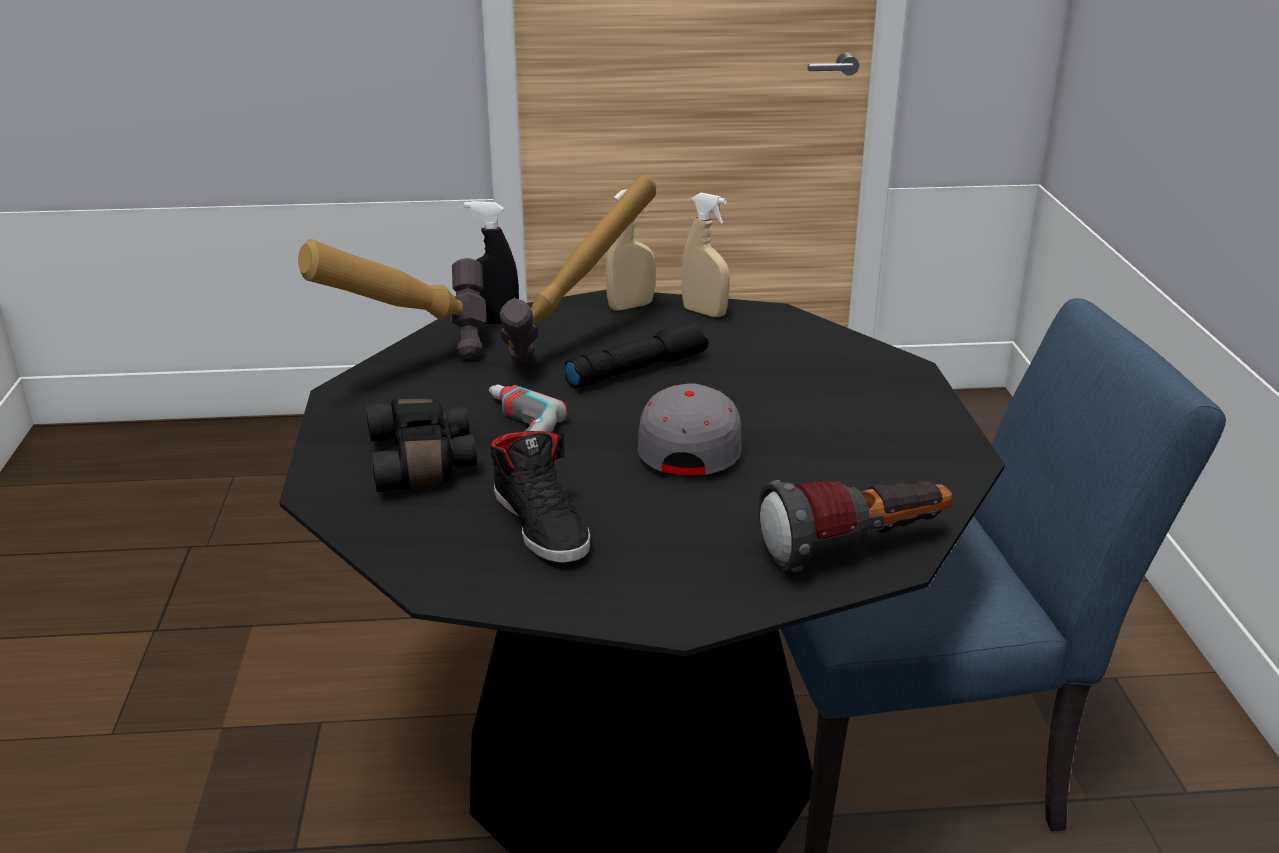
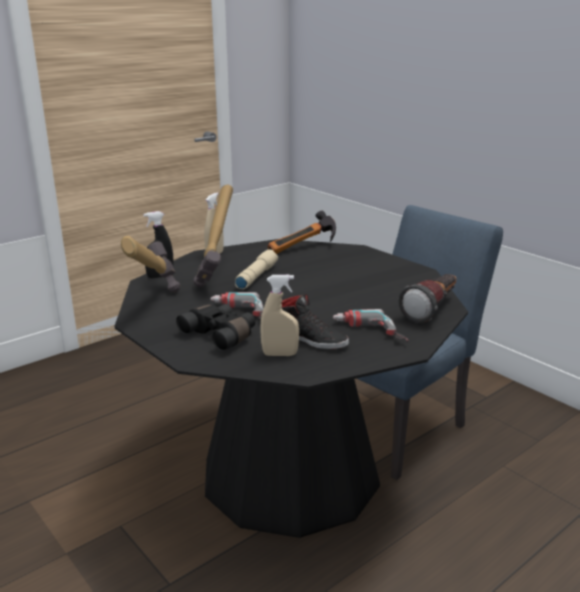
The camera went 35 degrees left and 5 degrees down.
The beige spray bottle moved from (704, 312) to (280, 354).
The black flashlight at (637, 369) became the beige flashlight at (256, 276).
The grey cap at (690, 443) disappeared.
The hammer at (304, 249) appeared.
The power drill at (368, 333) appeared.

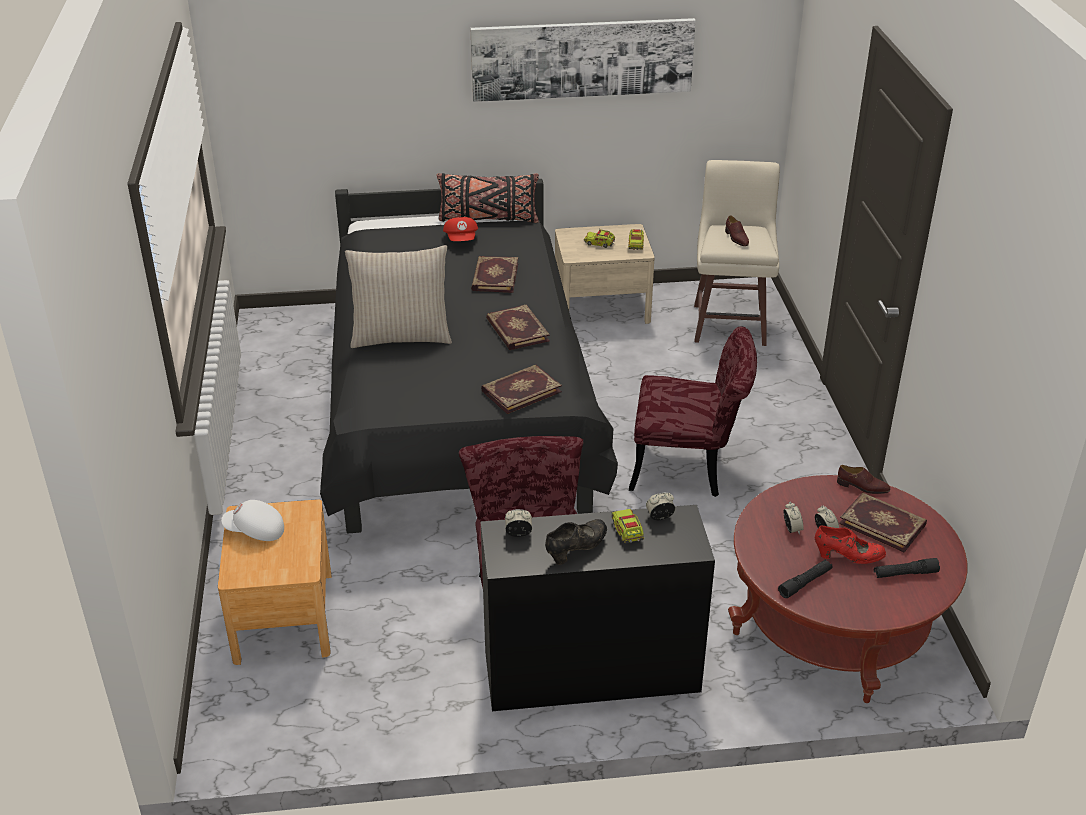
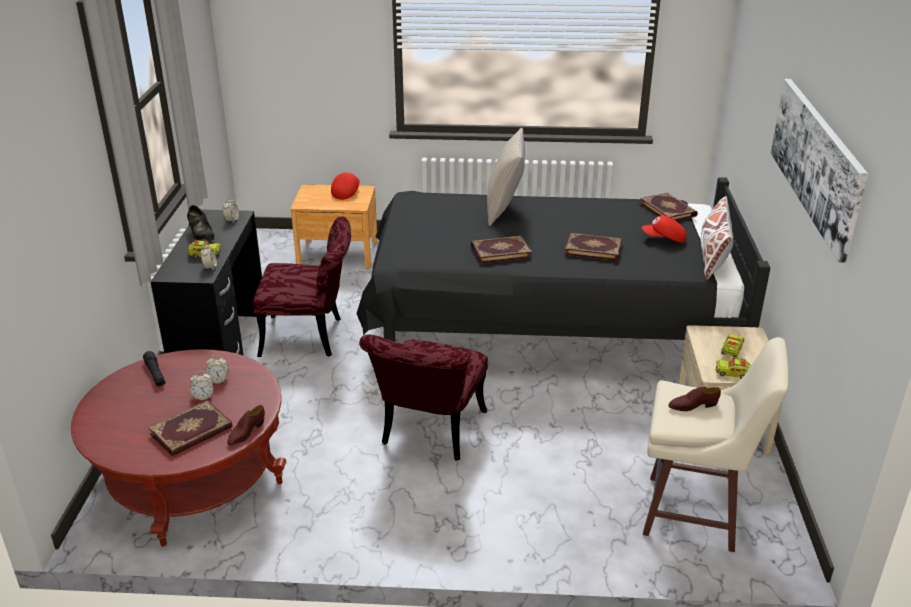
The camera went 100 degrees right and 5 degrees down.
The black pillow at (488, 218) became the white pillow at (712, 256).
The book moved from (520, 391) to (668, 209).
The white cap at (255, 531) became the red cap at (346, 192).
The red shoe at (848, 557) disappeared.
The black flashlight at (905, 574) disappeared.

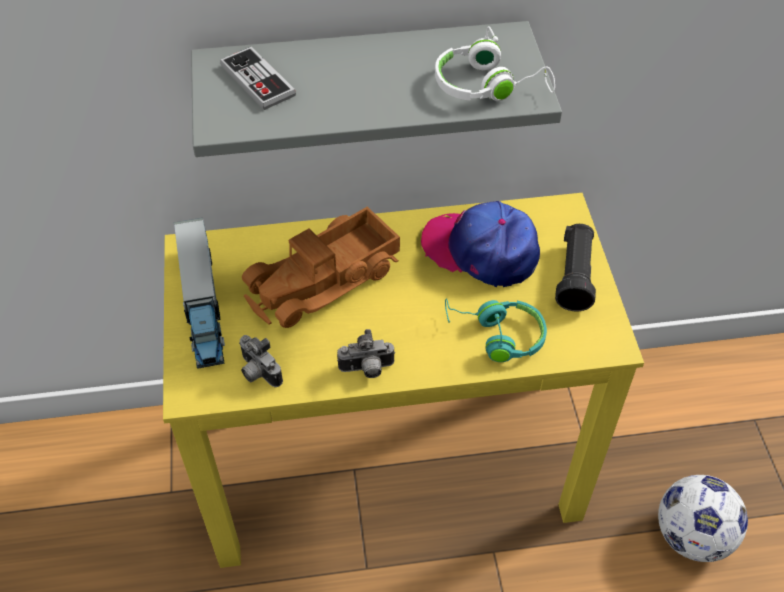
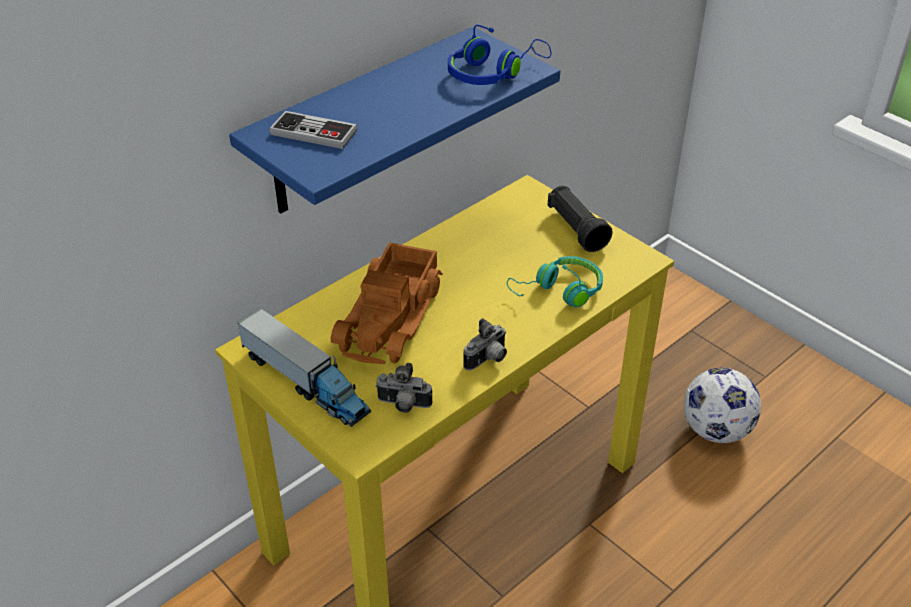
The camera went 35 degrees left and 10 degrees down.
The grey shelf at (363, 82) became the blue shelf at (363, 123).
The white headphones at (488, 85) became the blue headphones at (493, 73).
The cap at (481, 250) disappeared.

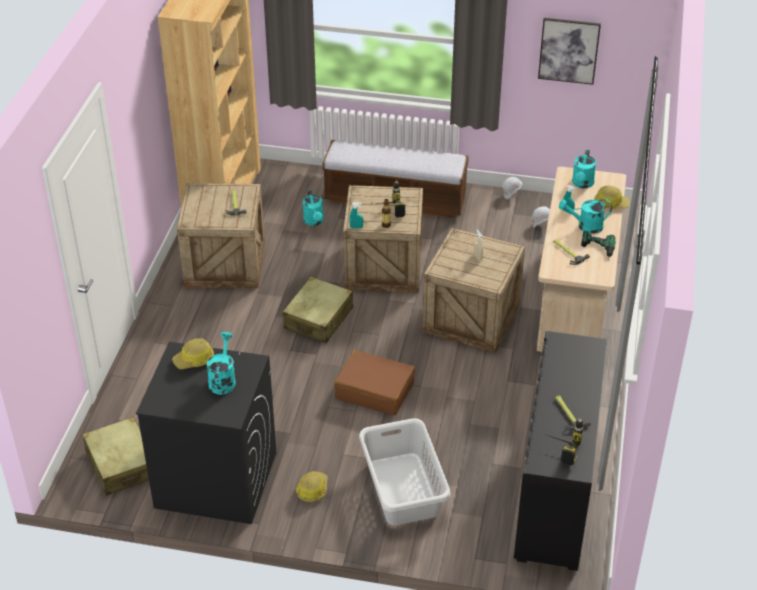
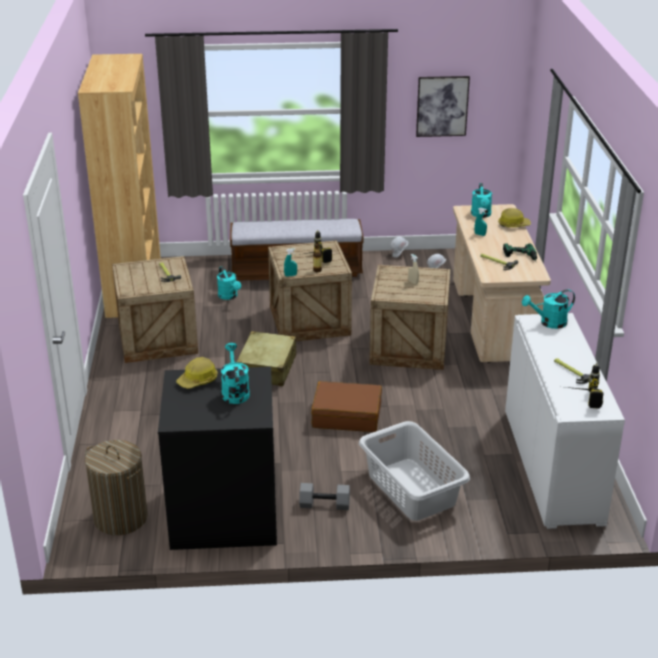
The camera went 15 degrees left and 10 degrees down.
The turquoise watering can moved from (585, 226) to (549, 323).
The black cabinet at (555, 490) became the white cabinet at (552, 465).
The beige suitcase at (121, 464) was replaced by the laundry basket at (120, 518).
The hard hat at (312, 489) was replaced by the grey dumbbell at (324, 505).

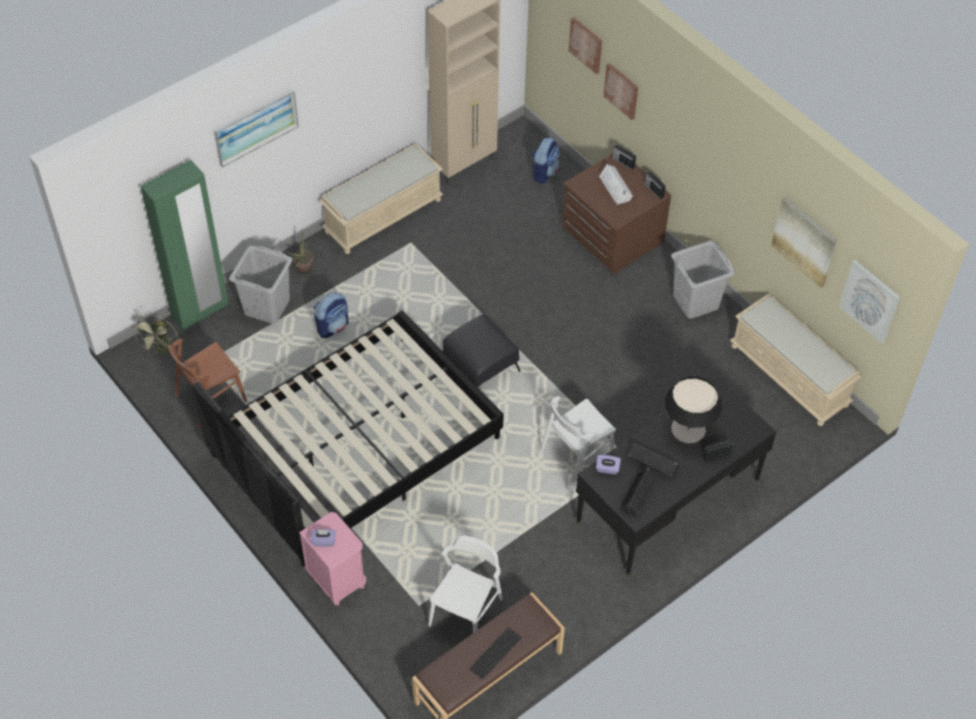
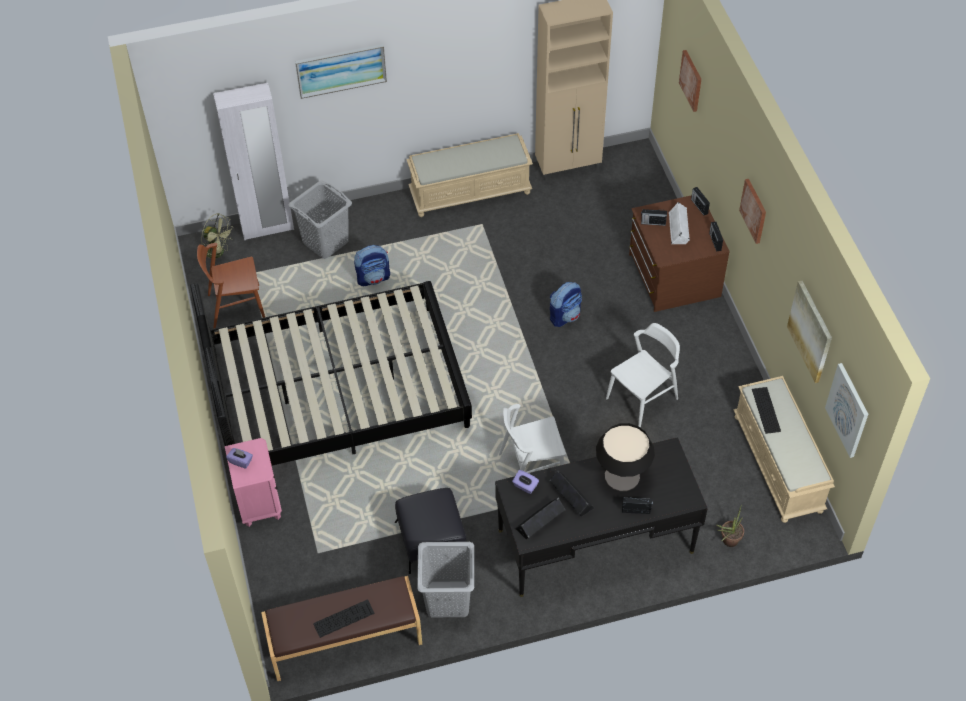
The camera went 25 degrees right and 0 degrees up.
The picture moved from (621, 91) to (754, 210).
The backpack moved from (544, 172) to (565, 315).
The green wardrobe at (200, 311) became the white wardrobe at (267, 228).
The potted plant moved from (302, 271) to (727, 542).
The grey laundry basket moved from (695, 301) to (447, 598).
The green fan at (163, 351) turned 105 degrees counterclockwise.
The black ottoman moved from (480, 367) to (432, 539).
The white chair moved from (466, 612) to (642, 398).
The radio at (652, 222) appeared.
The keyboard at (766, 410) appeared.

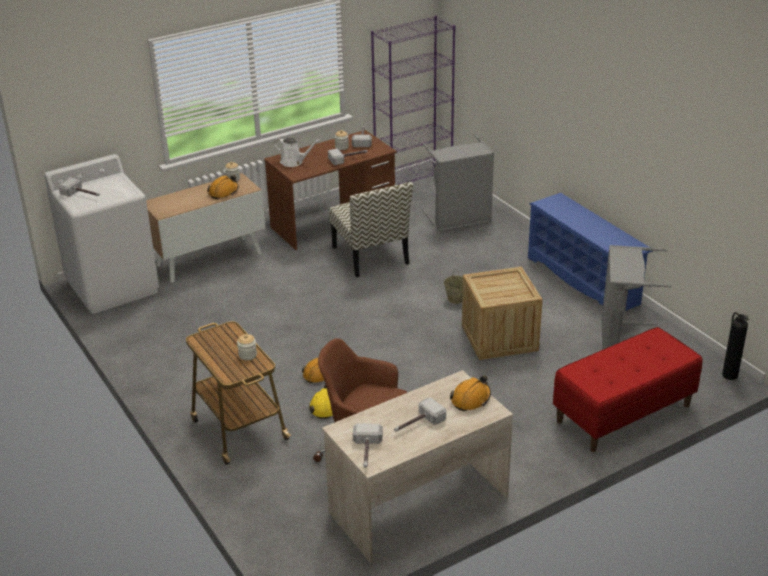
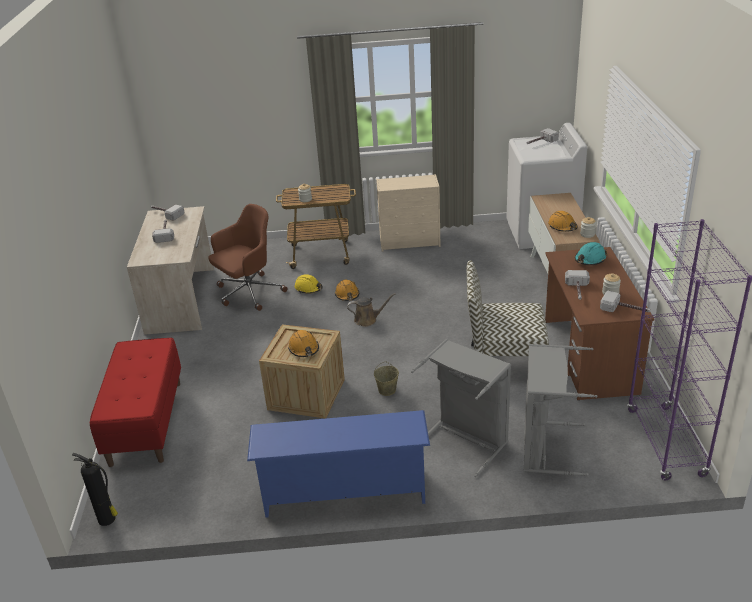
The camera went 120 degrees right and 0 degrees up.
The white watering can at (293, 162) was replaced by the turquoise hard hat at (590, 259).
The grey laundry basket moved from (620, 341) to (466, 440).
The orange hard hat moved from (471, 399) to (304, 349).
The beige dresser at (410, 242) appeared.
The brown watering can at (368, 320) appeared.

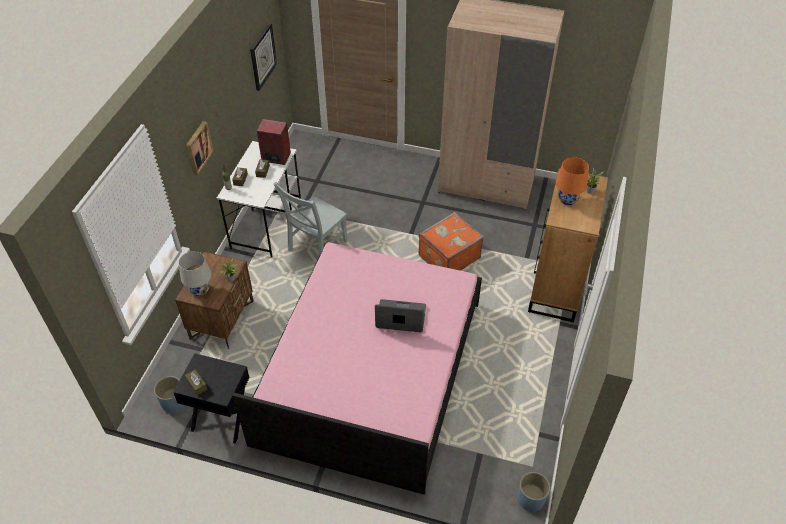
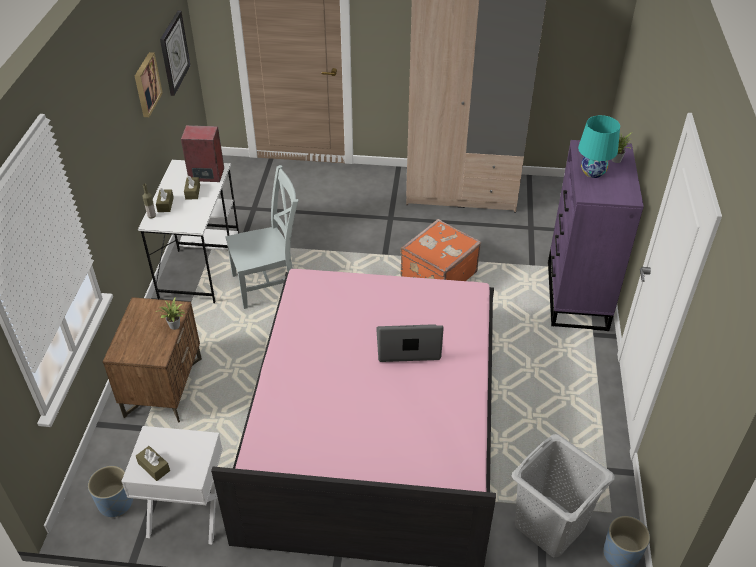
The camera went 10 degrees left and 5 degrees down.
The picture moved from (198, 147) to (146, 84).
The orange table lamp at (567, 199) became the turquoise table lamp at (593, 172).
The brown dresser at (555, 289) became the purple dresser at (576, 296).
The grey chair at (316, 247) turned 135 degrees counterclockwise.
The white table lamp at (200, 290) disappeared.
The black nightstand at (222, 418) became the white nightstand at (187, 514).
The grey laundry basket at (549, 526) appeared.

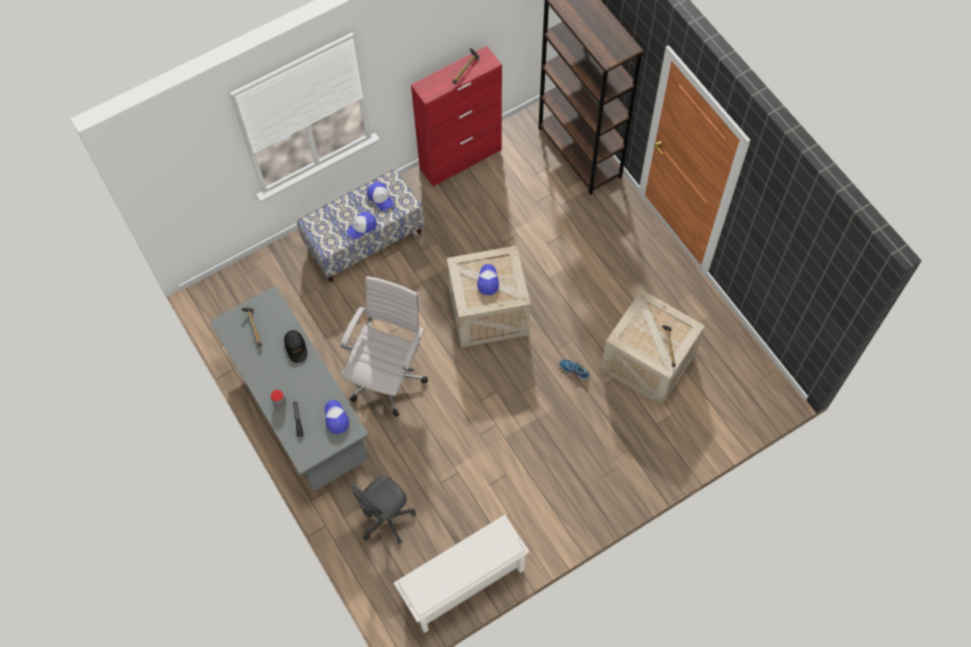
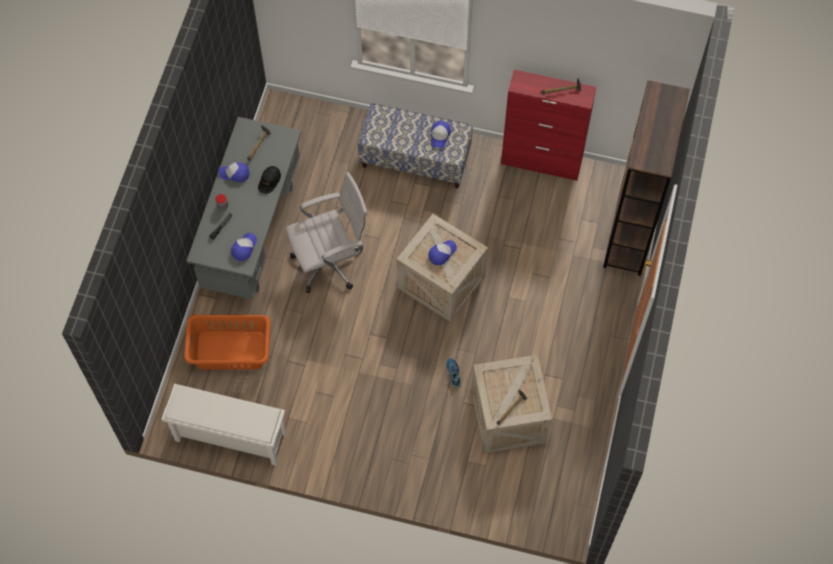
The camera went 45 degrees right and 0 degrees up.
The cap moved from (362, 227) to (234, 173).
The grey office chair at (386, 518) was replaced by the orange laundry basket at (230, 350).

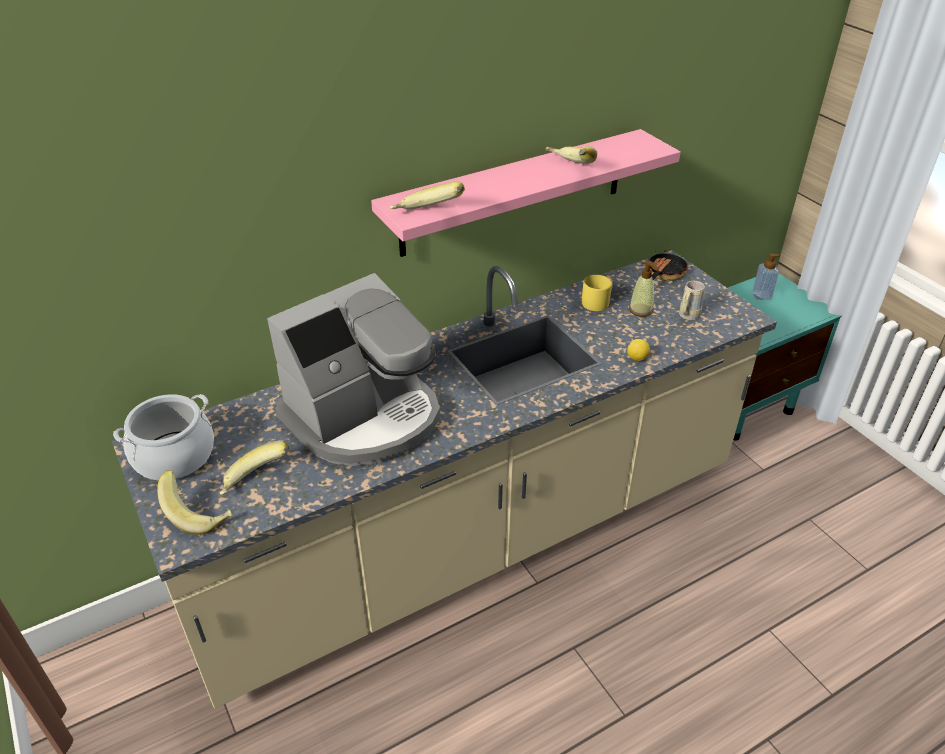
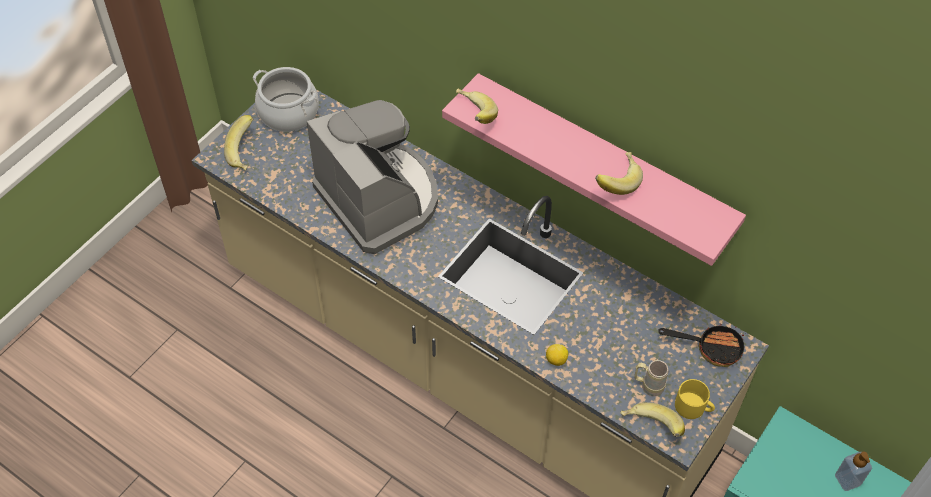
The camera went 65 degrees right and 15 degrees up.
The soap dispenser at (641, 310) disappeared.
The coffee machine at (364, 417) turned 150 degrees counterclockwise.
The yellow mug moved from (598, 301) to (693, 407).
The banana moved from (256, 482) to (650, 428).

